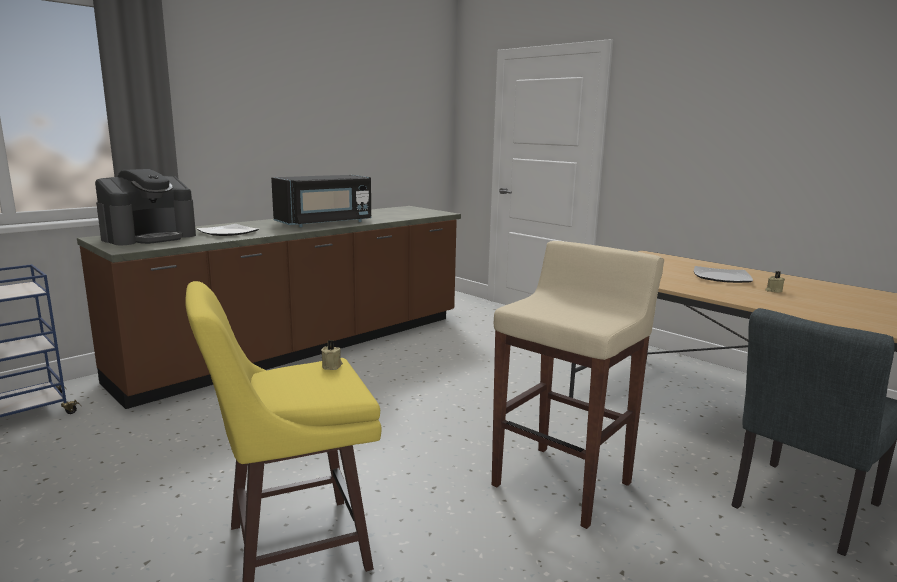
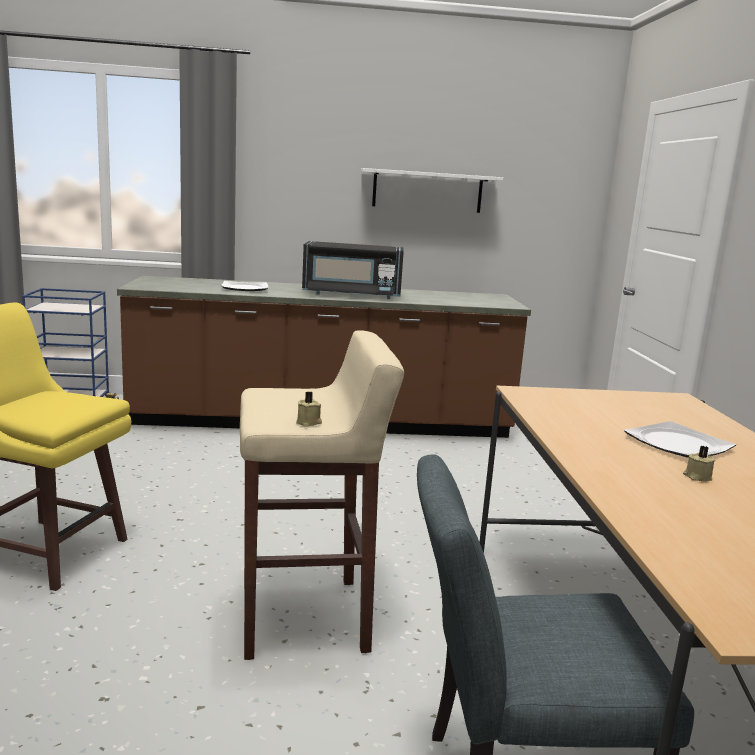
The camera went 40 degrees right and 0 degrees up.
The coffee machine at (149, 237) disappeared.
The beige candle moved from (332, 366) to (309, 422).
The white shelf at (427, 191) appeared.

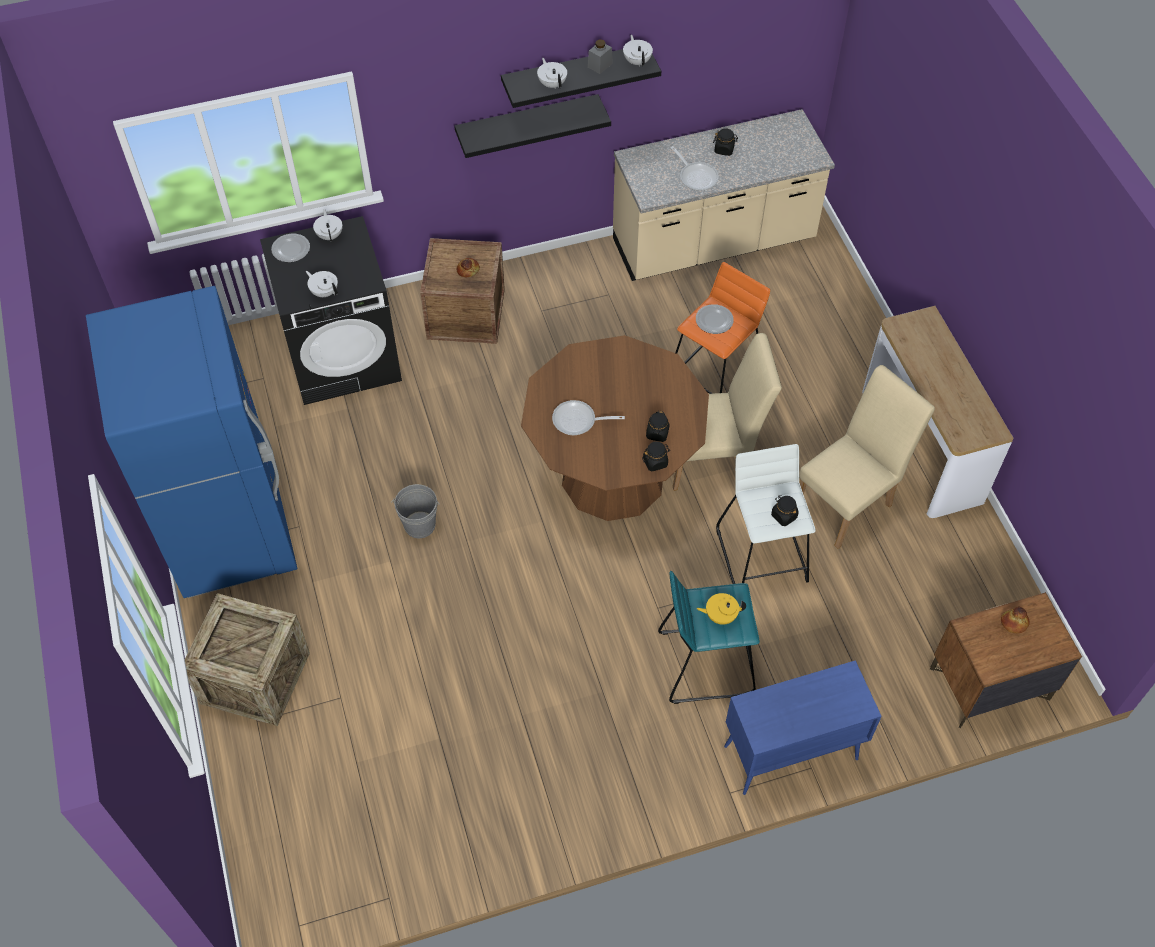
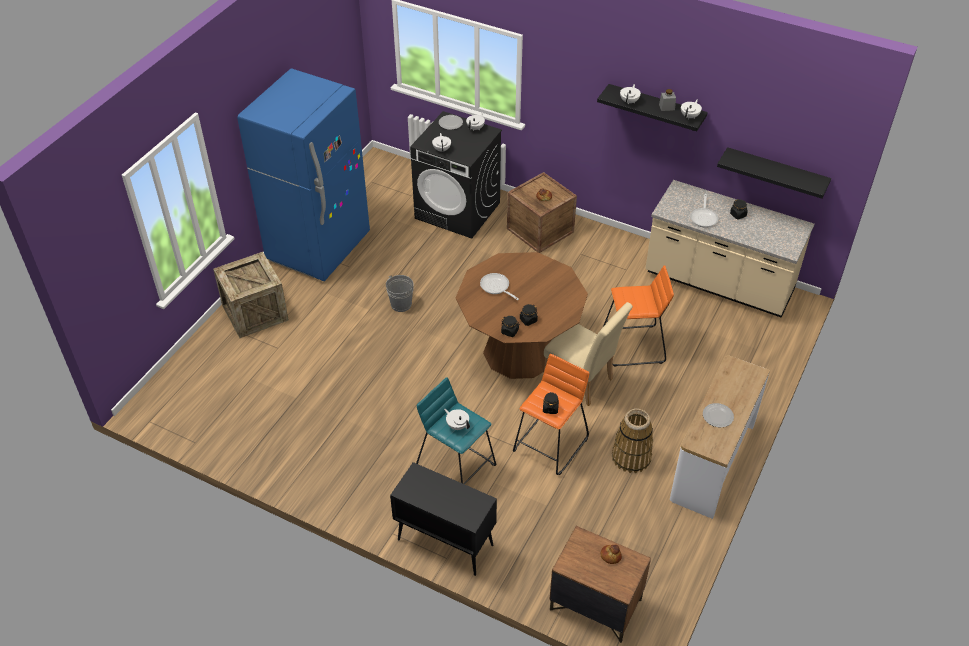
The camera went 45 degrees right and 10 degrees down.
The black shelf moved from (527, 123) to (776, 172).
The plate moved from (713, 320) to (717, 416).
The beige chair at (848, 502) was replaced by the basket at (631, 457).
The white stool at (763, 555) became the orange stool at (551, 444).
The yellow teapot at (720, 615) became the white teapot at (457, 425).
The blue cabinet at (789, 753) became the black cabinet at (444, 542).

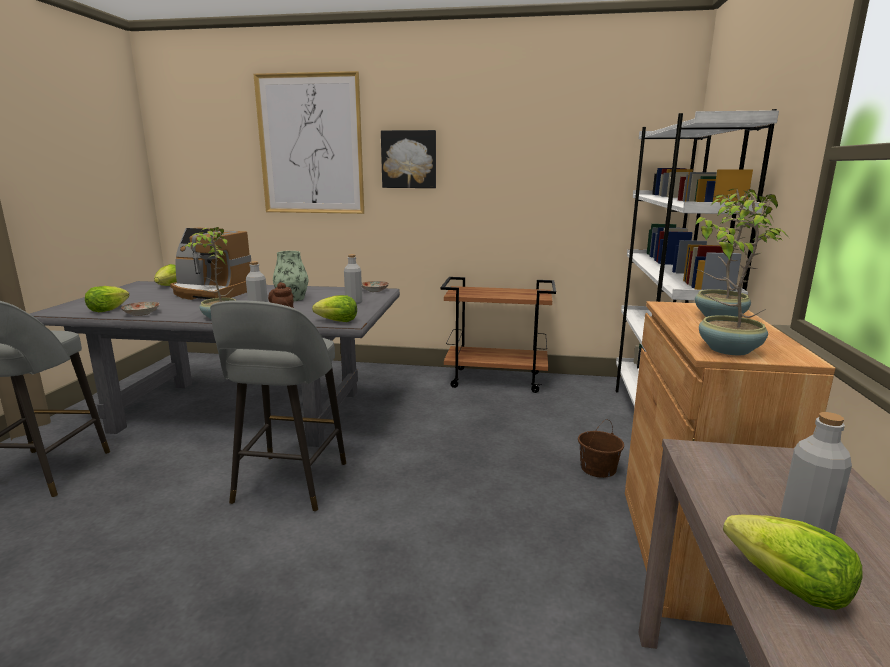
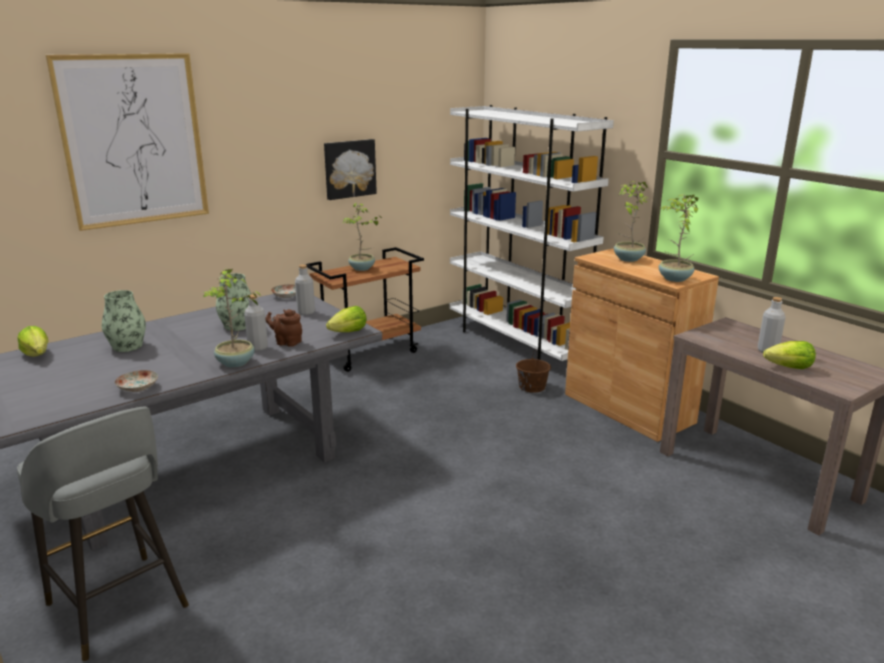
The camera went 45 degrees left and 5 degrees up.
The picture moved from (409, 159) to (349, 169).
The coffee machine at (211, 293) was replaced by the vase at (127, 346).
The lettuce at (107, 310) disappeared.
The grey stool at (289, 484) disappeared.
The potted plant at (362, 268) appeared.

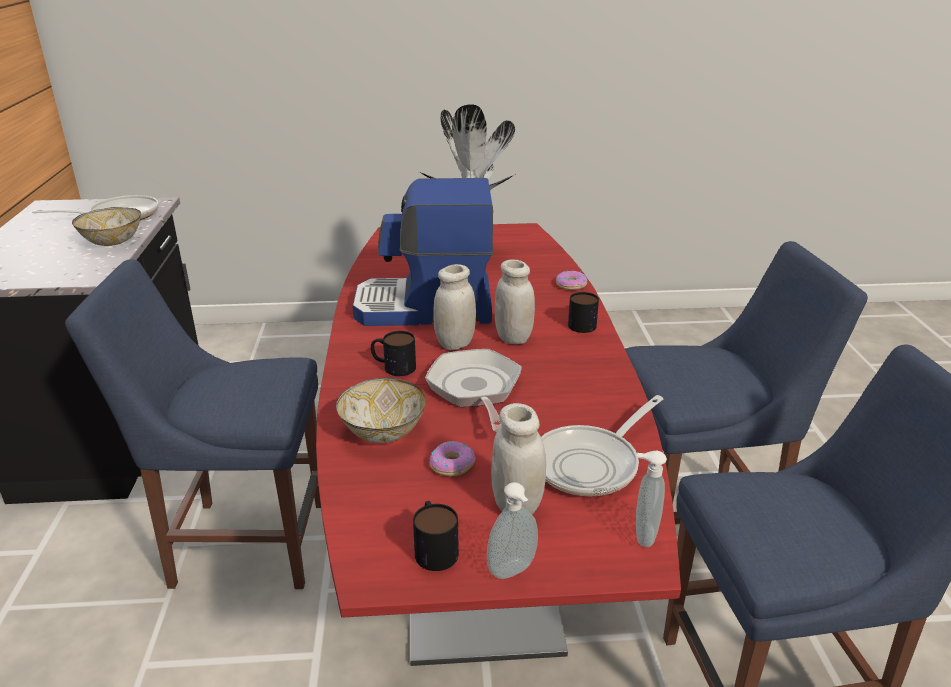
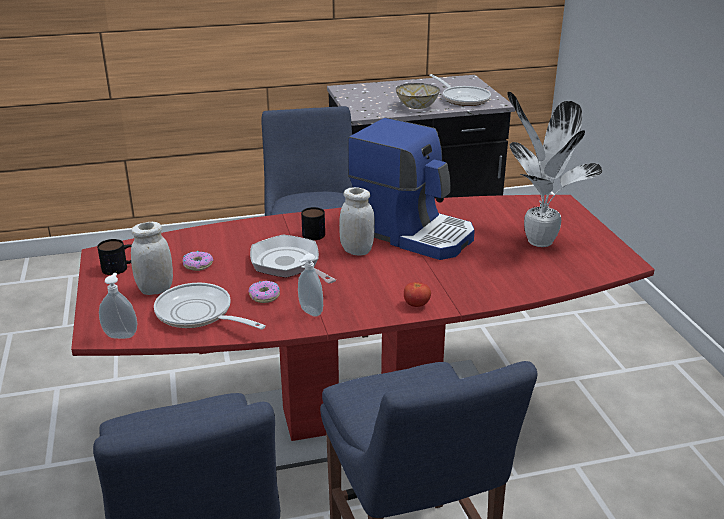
The camera went 80 degrees right and 0 degrees up.
The coffee machine at (425, 308) turned 135 degrees clockwise.
The white jar at (513, 337) disappeared.
The donut moved from (571, 285) to (264, 296).
The mug at (584, 323) was replaced by the tomato at (416, 305).
The frying pan at (475, 390) turned 105 degrees counterclockwise.
The bowl at (383, 433) disappeared.
The soap dispenser moved from (513, 571) to (309, 312).

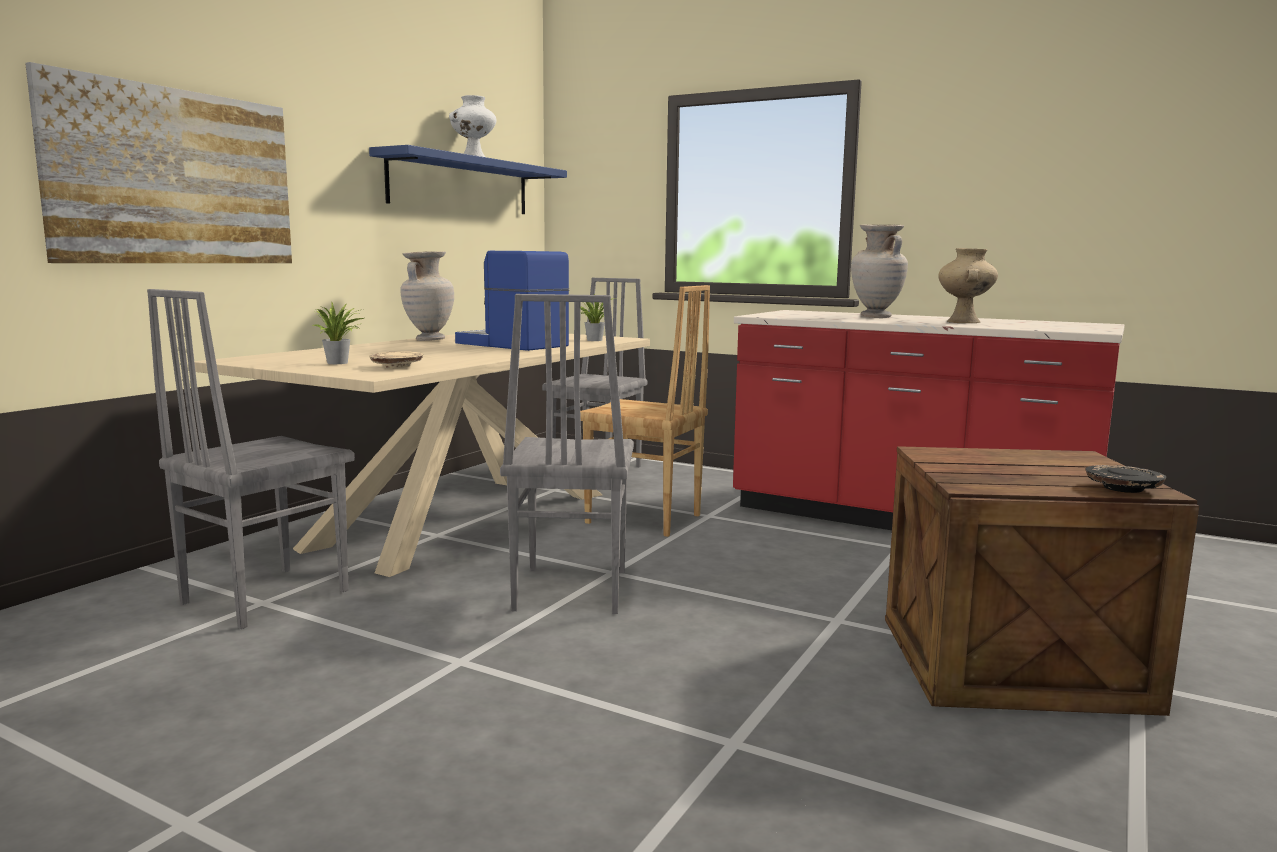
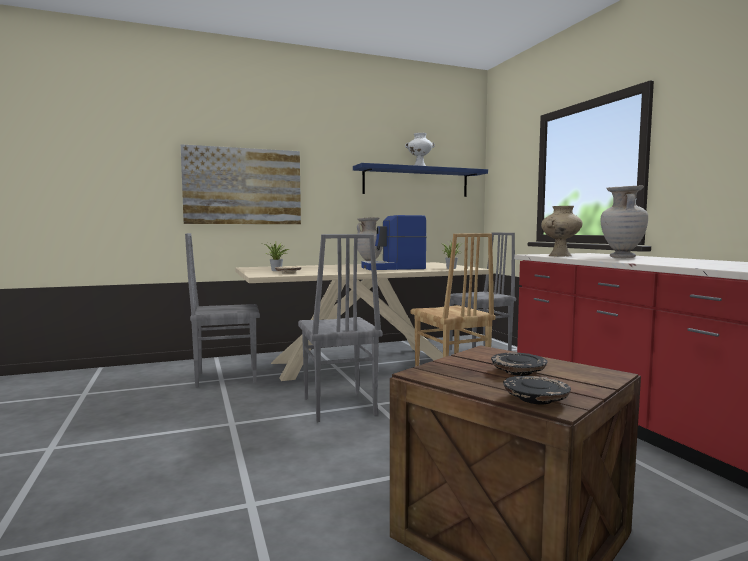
The camera went 40 degrees right and 5 degrees down.
The beige vase moved from (964, 322) to (560, 256).
The coffee machine at (511, 345) turned 90 degrees counterclockwise.
The grey chair at (568, 590) turned 60 degrees counterclockwise.
The black plate at (518, 372) appeared.

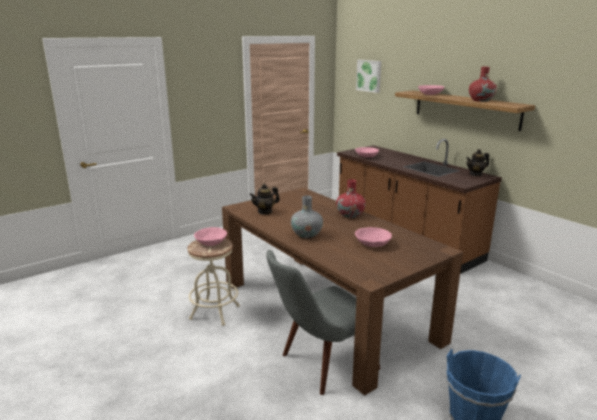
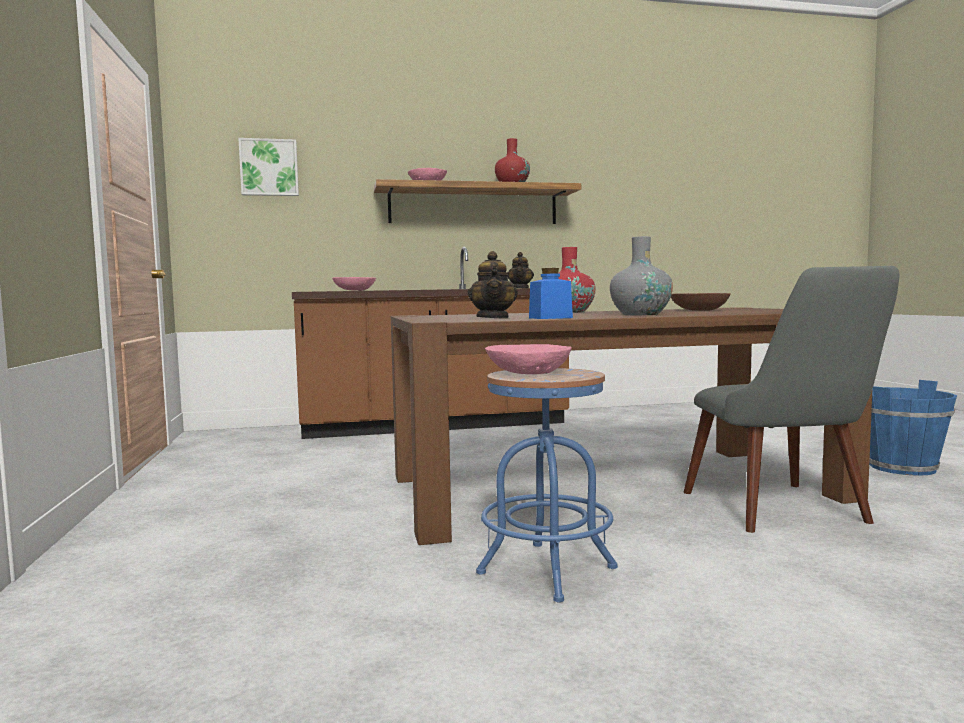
The camera went 65 degrees left and 15 degrees down.
The pink bowl at (372, 244) became the brown bowl at (699, 311).
The beige stool at (215, 312) became the blue stool at (547, 570).
The blue jar at (550, 318) appeared.

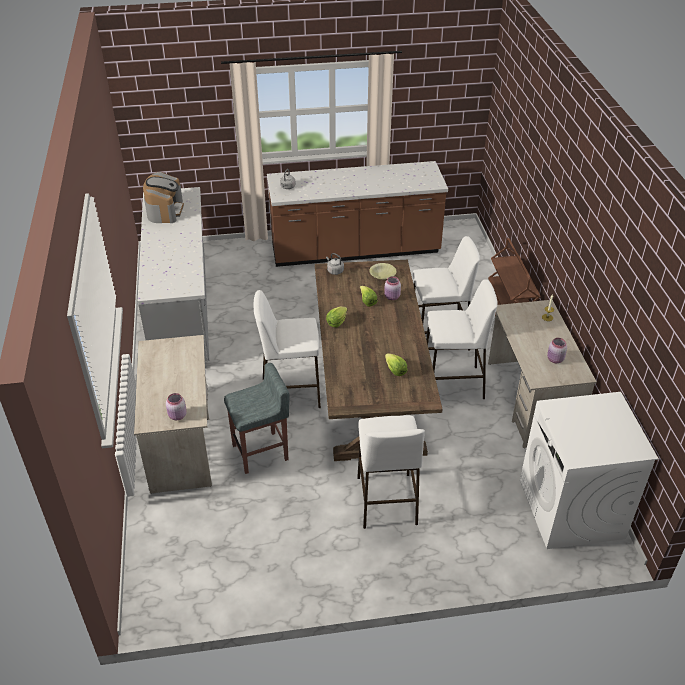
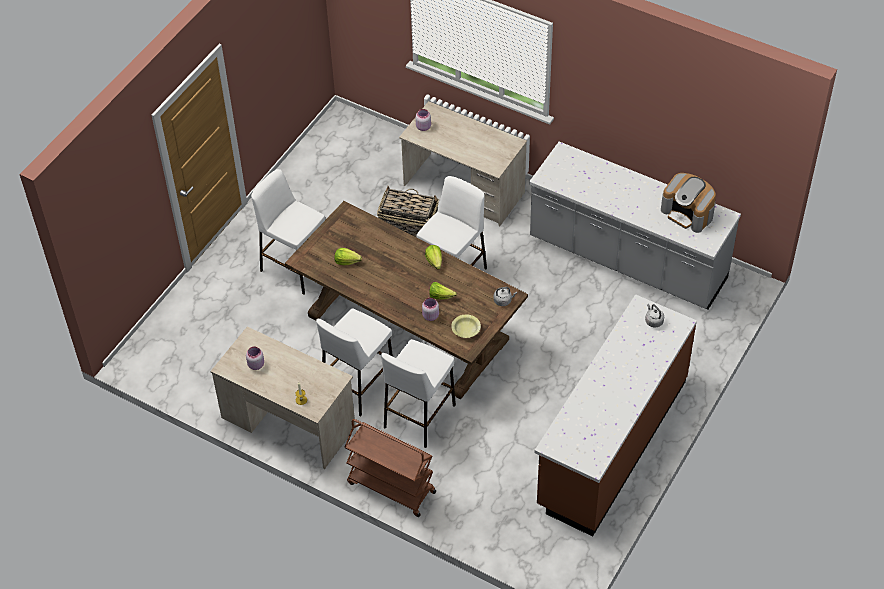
The camera went 130 degrees right and 10 degrees up.
The grey stool at (261, 452) was replaced by the basket at (408, 226).
The white washing machine at (571, 509) disappeared.

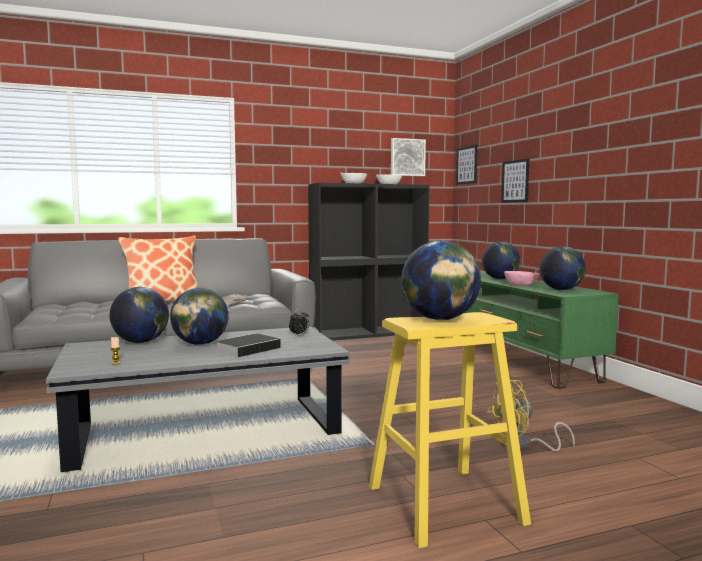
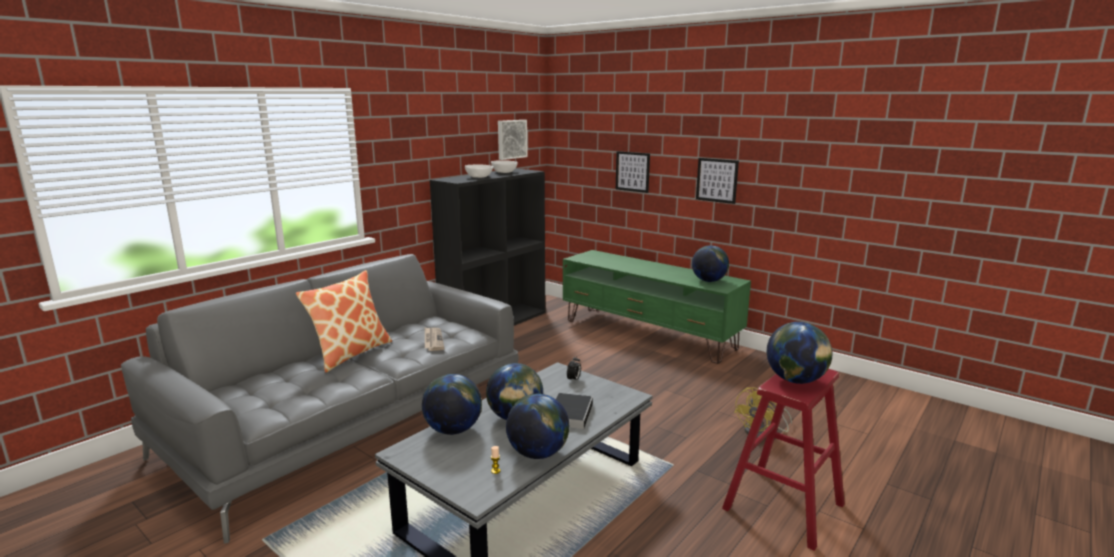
The camera went 30 degrees left and 10 degrees up.
The picture moved from (466, 165) to (717, 180).
The globe moved from (500, 279) to (538, 454).
The pink bowl at (521, 285) disappeared.
The yellow stool at (444, 504) became the red stool at (783, 506).

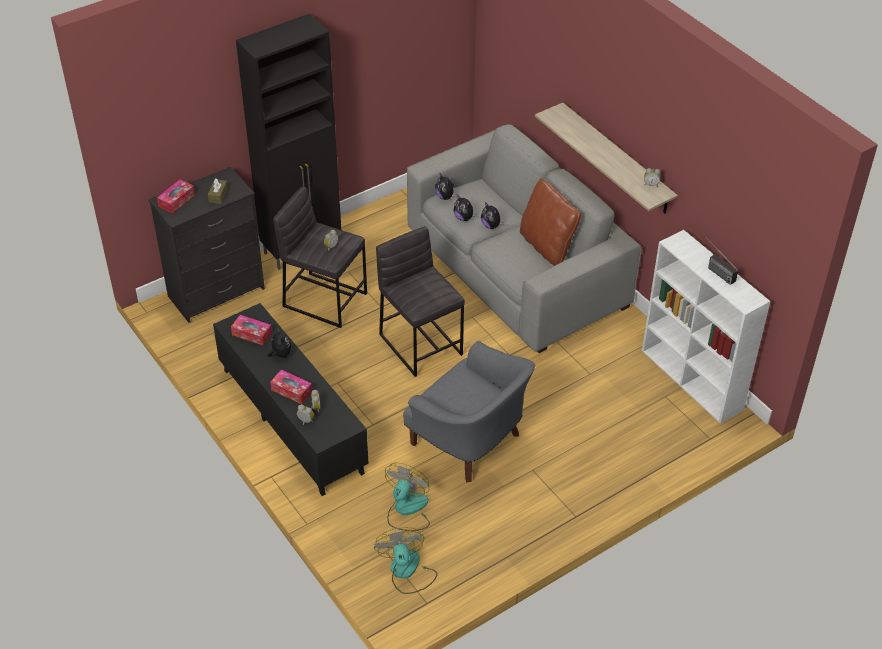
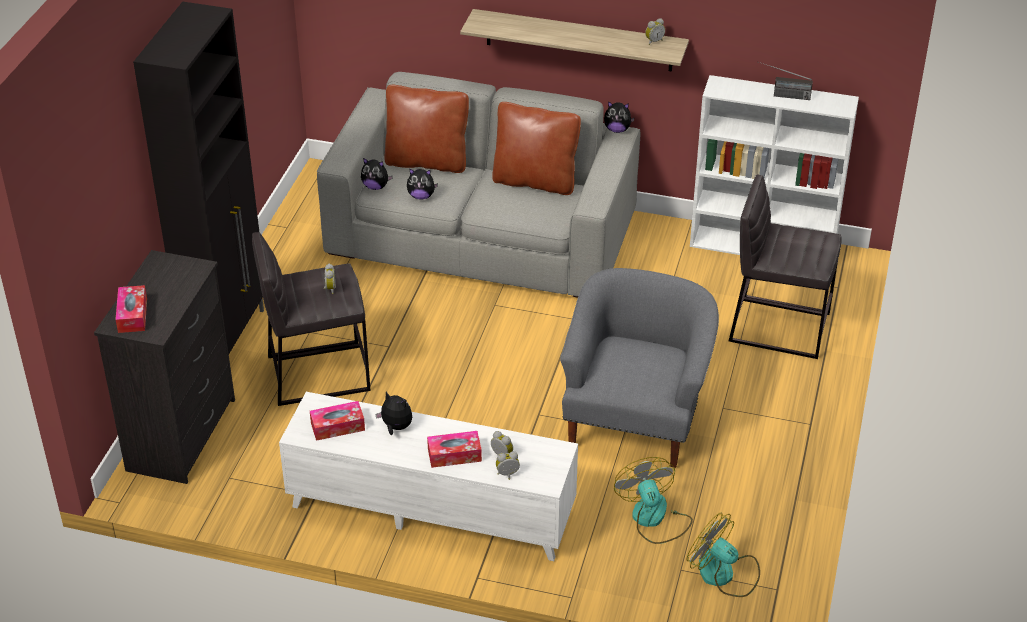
The camera went 40 degrees left and 5 degrees down.
The brown tissue box at (218, 195) disappeared.
The plush toy moved from (491, 225) to (617, 130).
The grey stool moved from (421, 343) to (778, 326).
The black tv stand at (292, 420) became the white tv stand at (431, 510).
The grey armchair at (469, 442) turned 75 degrees counterclockwise.
The brown pillow at (427, 161) appeared.

